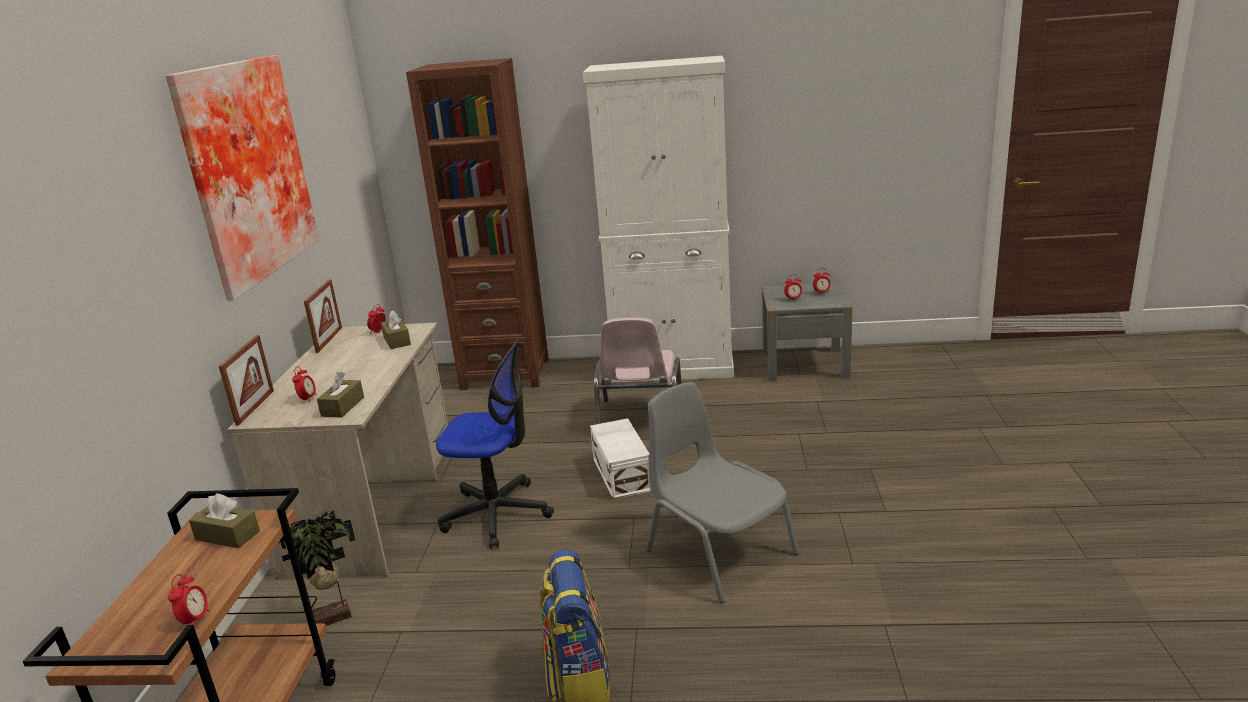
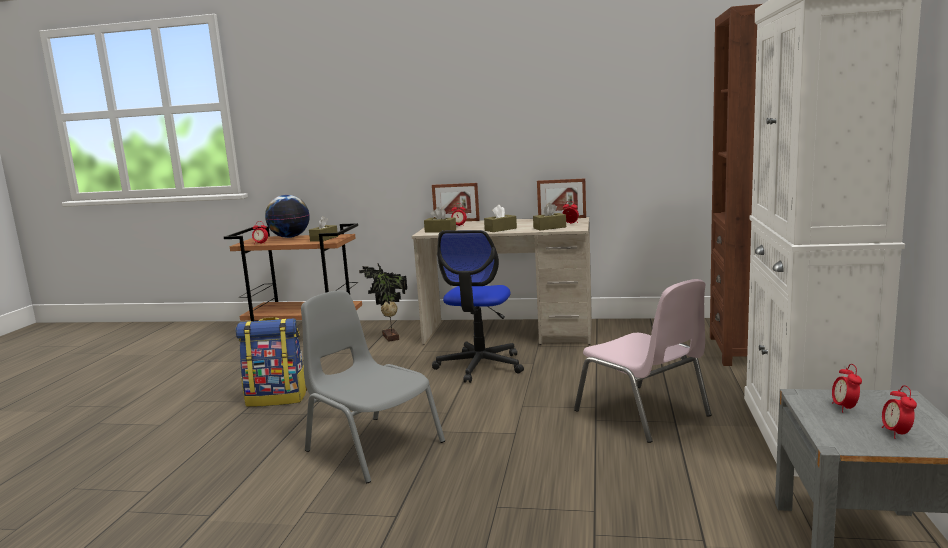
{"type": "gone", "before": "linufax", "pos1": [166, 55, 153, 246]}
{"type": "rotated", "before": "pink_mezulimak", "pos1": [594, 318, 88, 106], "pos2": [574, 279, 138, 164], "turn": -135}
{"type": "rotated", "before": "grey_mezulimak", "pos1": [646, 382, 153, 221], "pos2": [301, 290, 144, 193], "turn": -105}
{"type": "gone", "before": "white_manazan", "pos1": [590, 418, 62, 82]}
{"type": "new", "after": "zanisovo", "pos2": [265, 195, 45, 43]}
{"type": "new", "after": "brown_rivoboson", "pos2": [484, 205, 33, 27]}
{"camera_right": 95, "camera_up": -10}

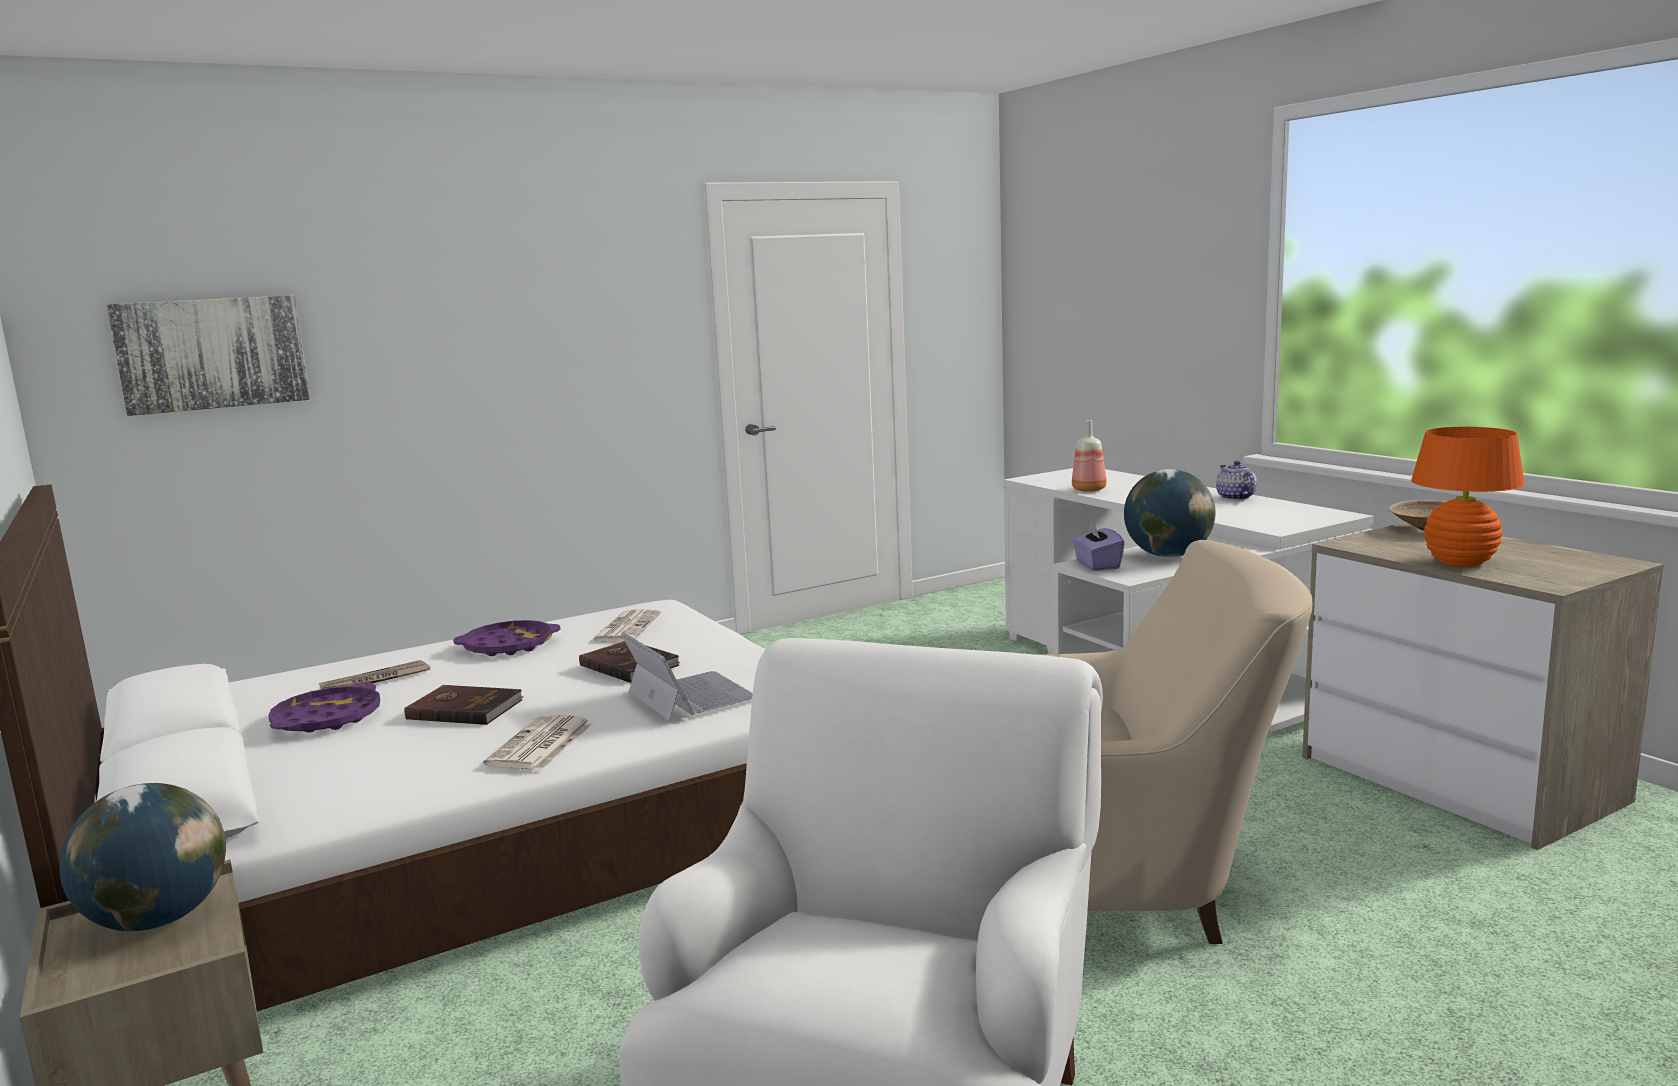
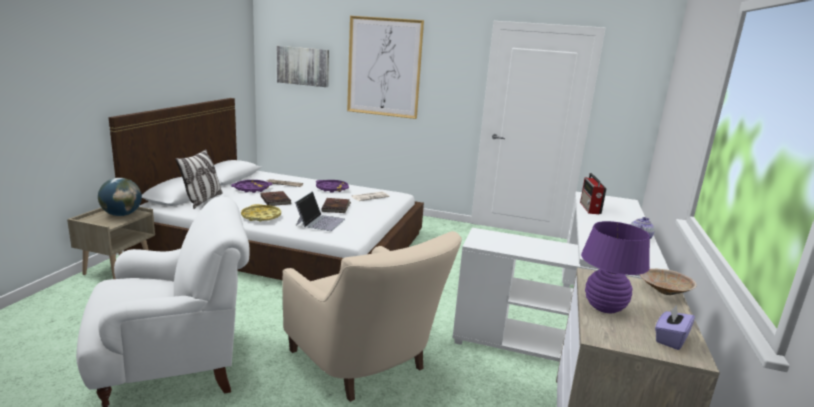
{"type": "swapped", "before": "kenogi", "after": "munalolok", "pos1": [1072, 420, 35, 72], "pos2": [580, 173, 27, 41]}
{"type": "repainted", "before": "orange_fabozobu", "after": "purple_fabozobu", "pos1": [1411, 427, 114, 140], "pos2": [581, 221, 69, 92]}
{"type": "gone", "before": "zanisovo", "pos1": [1124, 469, 91, 88]}
{"type": "shifted", "before": "purple_rivoboson", "pos1": [1072, 520, 53, 51], "pos2": [655, 304, 40, 46]}
{"type": "swapped", "before": "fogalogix", "after": "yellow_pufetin", "pos1": [483, 715, 109, 55], "pos2": [241, 204, 40, 18]}
{"type": "new", "after": "linufax", "pos2": [347, 16, 77, 103]}
{"type": "new", "after": "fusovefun", "pos2": [176, 149, 46, 60]}
{"camera_right": 45, "camera_up": 5}

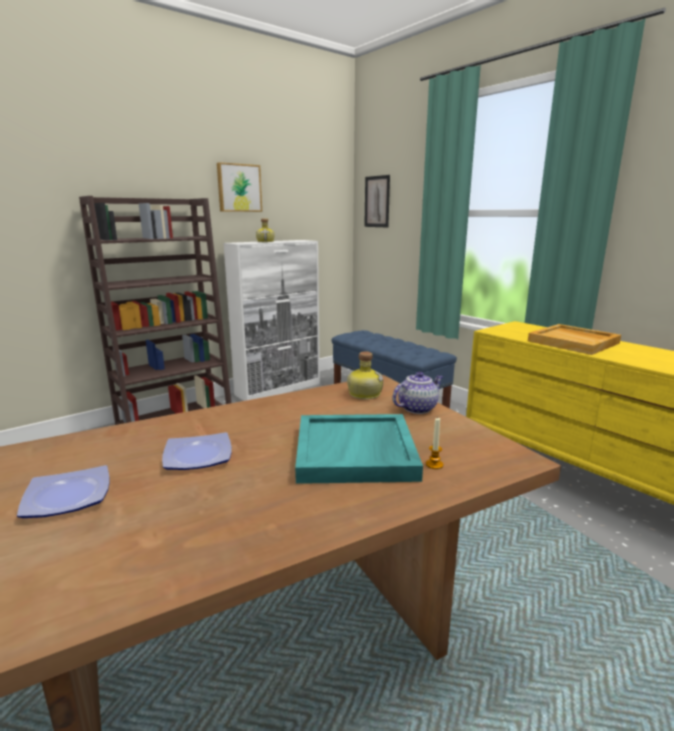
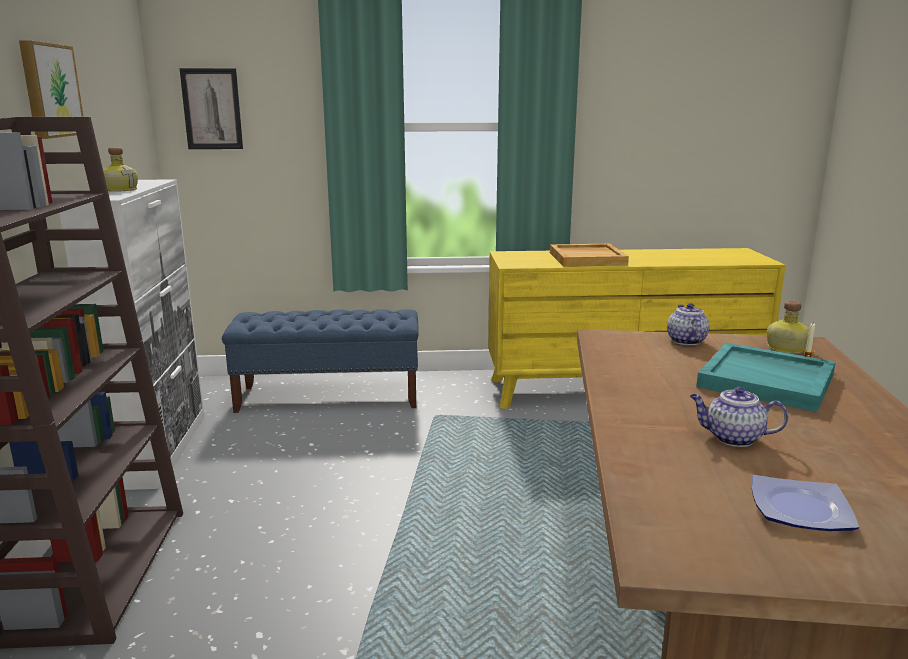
{"type": "shifted", "before": "kenogi", "pos1": [347, 352, 36, 47], "pos2": [767, 301, 42, 53]}
{"type": "swapped", "before": "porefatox", "after": "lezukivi", "pos1": [162, 432, 70, 38], "pos2": [690, 387, 98, 60]}
{"camera_right": -55, "camera_up": 0}

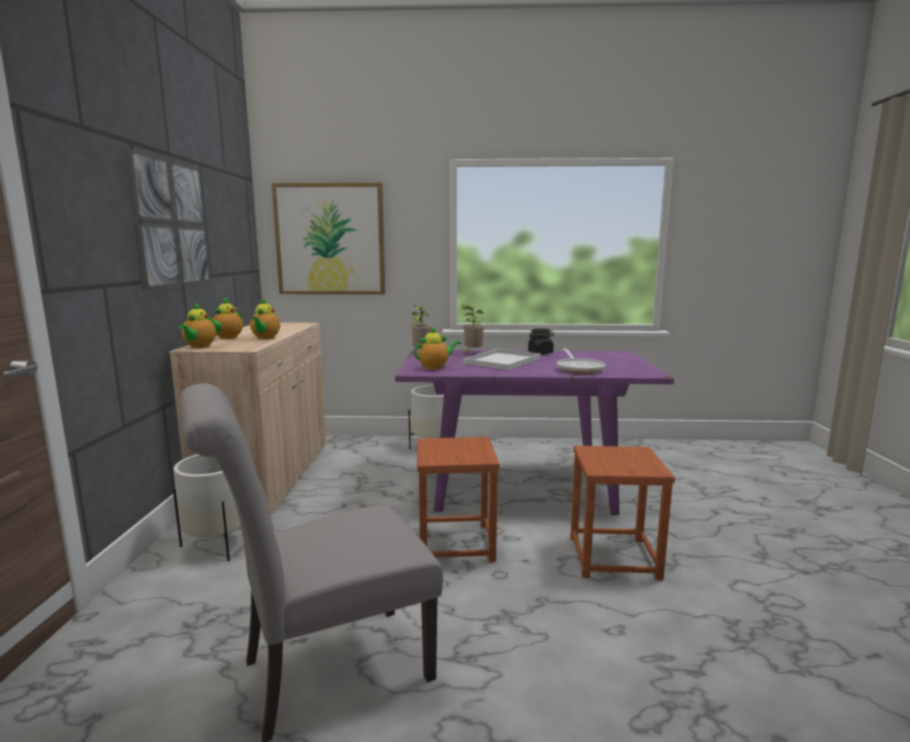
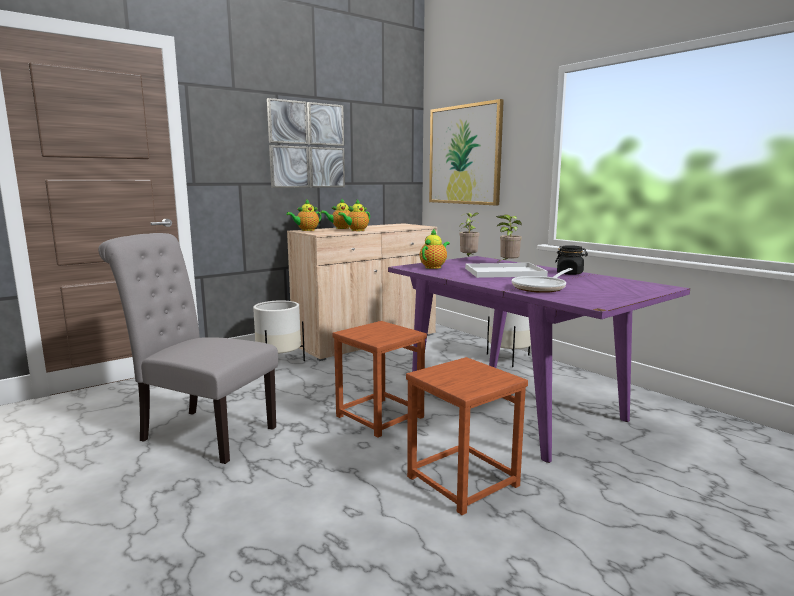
{"type": "rotated", "before": "lezukivi", "pos1": [414, 326, 47, 44], "pos2": [420, 229, 30, 40], "turn": -75}
{"camera_right": 50, "camera_up": 0}

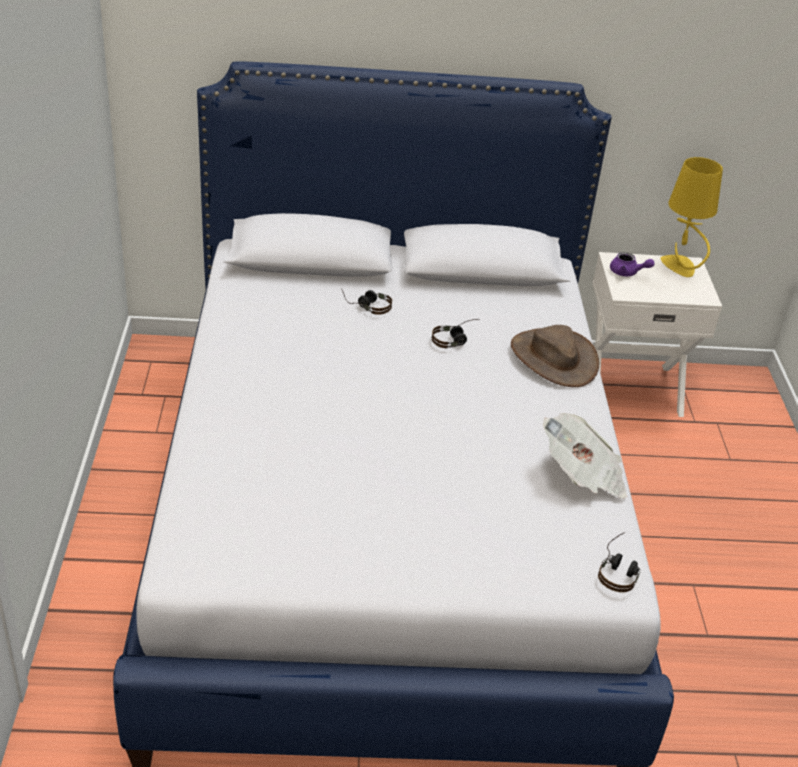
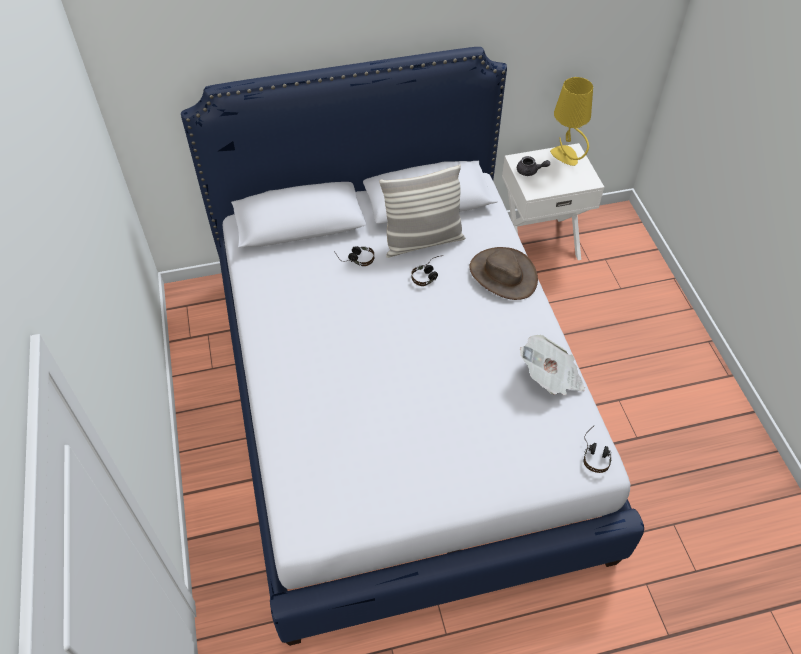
{"type": "repainted", "before": "purple_lezukivi", "after": "grey_lezukivi", "pos1": [610, 252, 45, 24], "pos2": [517, 156, 33, 20]}
{"type": "new", "after": "fusovefun", "pos2": [379, 165, 86, 93]}
{"camera_right": -10, "camera_up": 15}

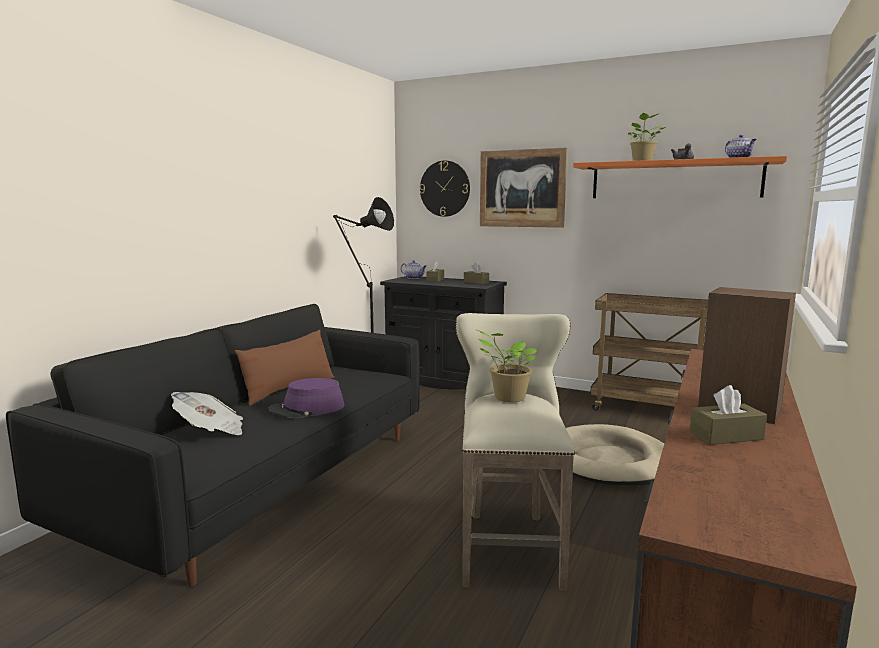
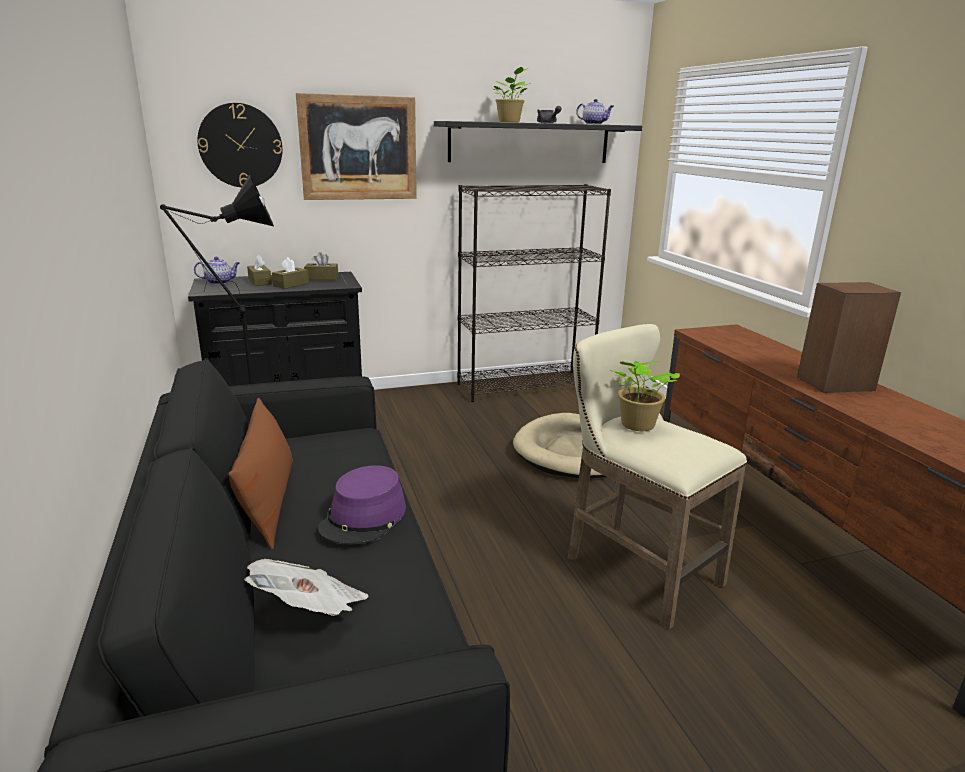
{"type": "repainted", "before": "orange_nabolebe", "after": "black_nabolebe", "pos1": [573, 156, 214, 42], "pos2": [434, 121, 208, 42]}
{"type": "swapped", "before": "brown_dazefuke", "after": "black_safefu", "pos1": [590, 293, 118, 117], "pos2": [457, 184, 154, 218]}
{"type": "shifted", "before": "brown_rivoboson", "pos1": [690, 385, 77, 60], "pos2": [272, 257, 37, 32]}
{"camera_right": -45, "camera_up": 10}

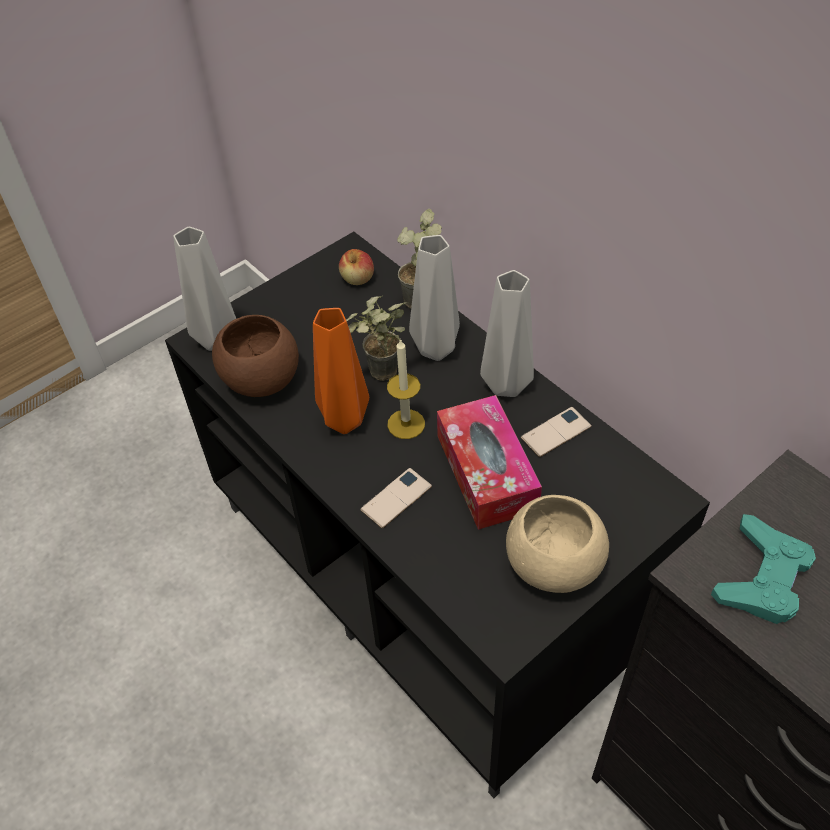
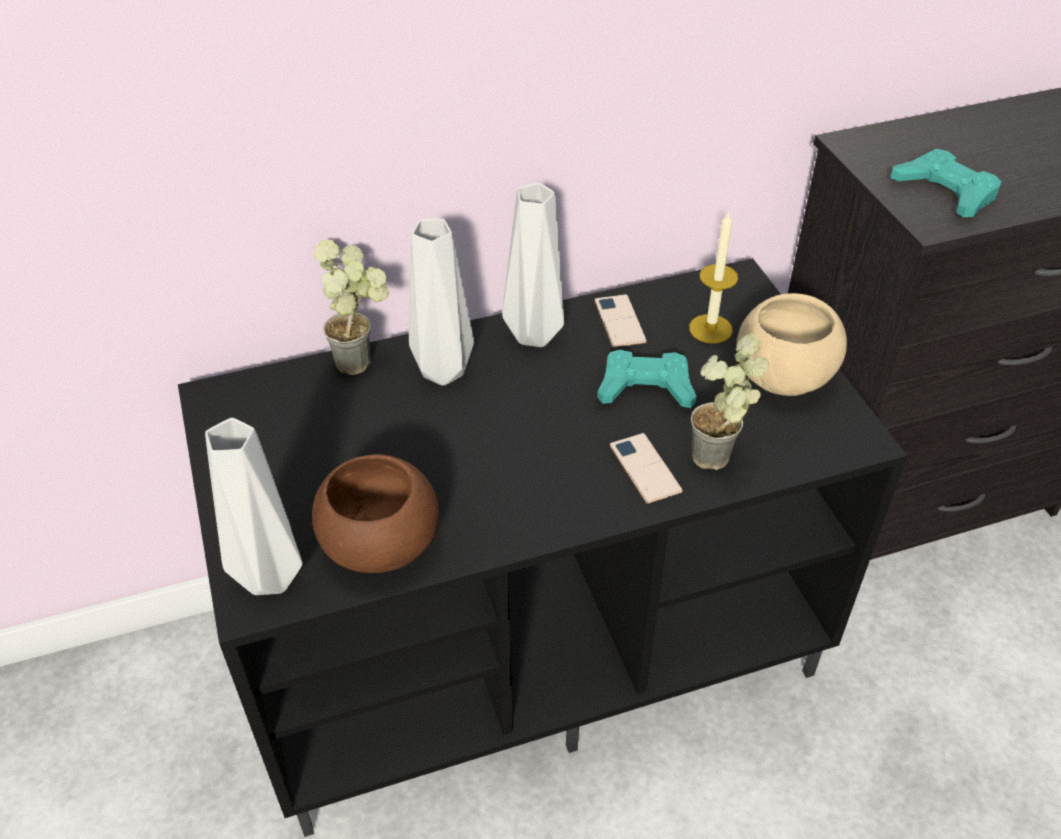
{"type": "gone", "before": "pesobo", "pos1": [339, 249, 35, 36]}
{"type": "shifted", "before": "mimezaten", "pos1": [346, 296, 62, 85], "pos2": [691, 333, 78, 137]}
{"type": "gone", "before": "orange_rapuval", "pos1": [313, 308, 56, 126]}
{"type": "shifted", "before": "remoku", "pos1": [387, 338, 38, 101], "pos2": [689, 211, 49, 133]}
{"type": "swapped", "before": "rivoboson", "after": "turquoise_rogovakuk", "pos1": [437, 395, 105, 135], "pos2": [597, 350, 100, 58]}
{"camera_right": -70, "camera_up": -5}

